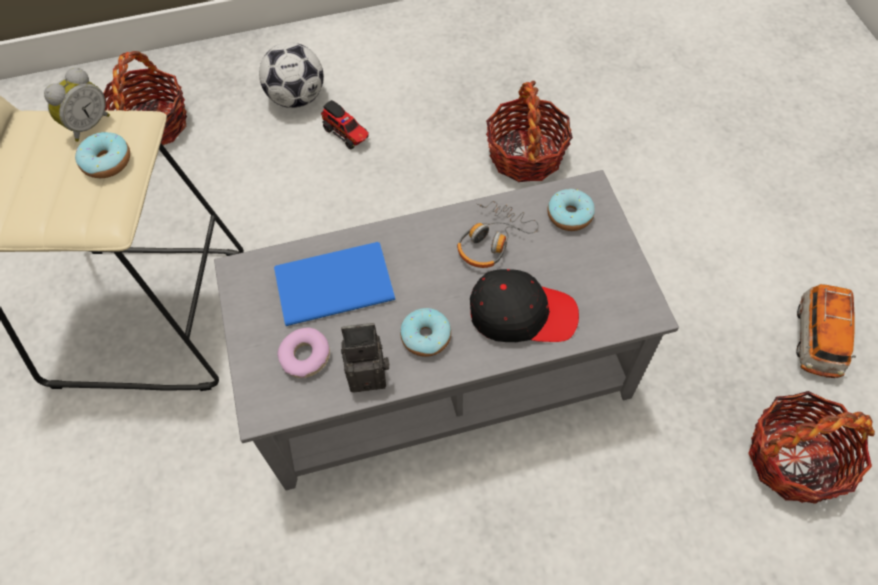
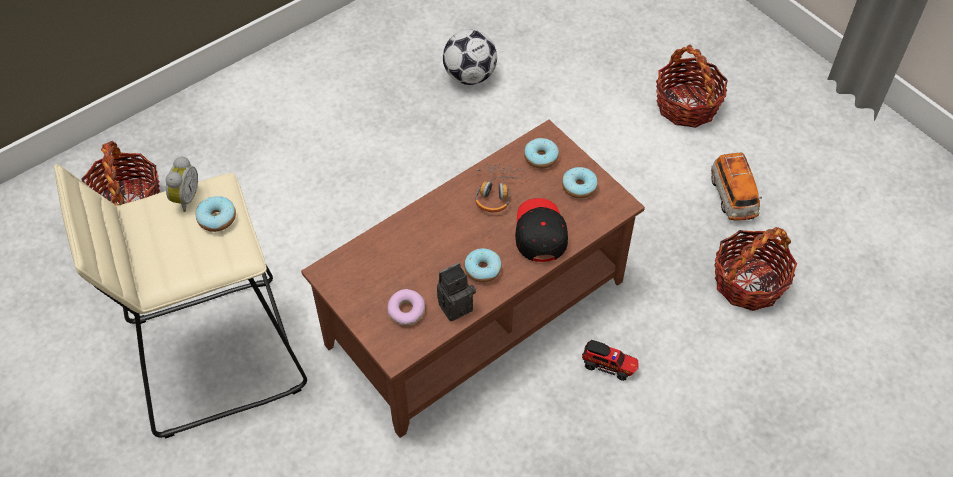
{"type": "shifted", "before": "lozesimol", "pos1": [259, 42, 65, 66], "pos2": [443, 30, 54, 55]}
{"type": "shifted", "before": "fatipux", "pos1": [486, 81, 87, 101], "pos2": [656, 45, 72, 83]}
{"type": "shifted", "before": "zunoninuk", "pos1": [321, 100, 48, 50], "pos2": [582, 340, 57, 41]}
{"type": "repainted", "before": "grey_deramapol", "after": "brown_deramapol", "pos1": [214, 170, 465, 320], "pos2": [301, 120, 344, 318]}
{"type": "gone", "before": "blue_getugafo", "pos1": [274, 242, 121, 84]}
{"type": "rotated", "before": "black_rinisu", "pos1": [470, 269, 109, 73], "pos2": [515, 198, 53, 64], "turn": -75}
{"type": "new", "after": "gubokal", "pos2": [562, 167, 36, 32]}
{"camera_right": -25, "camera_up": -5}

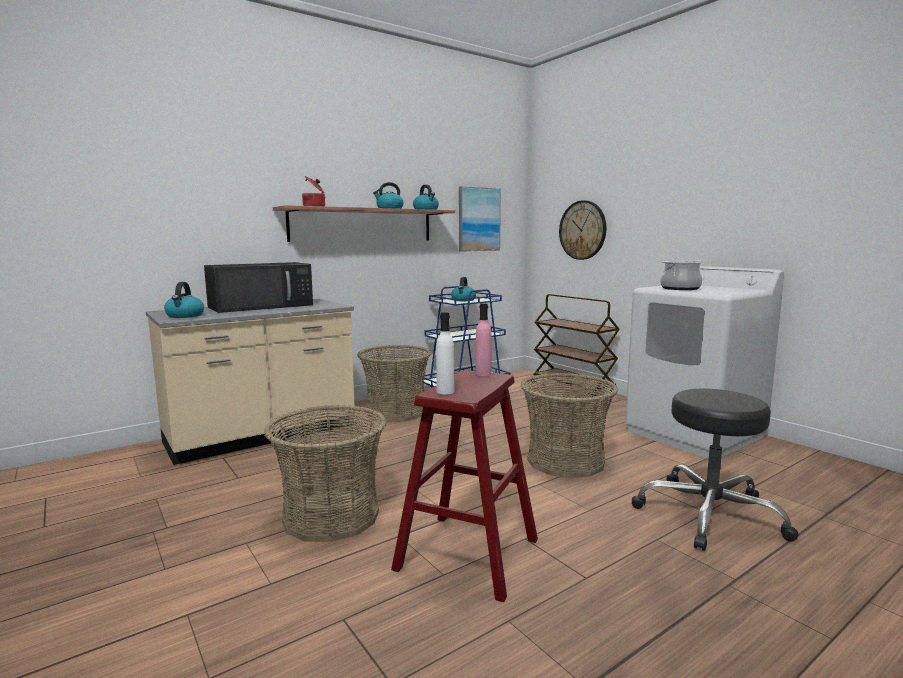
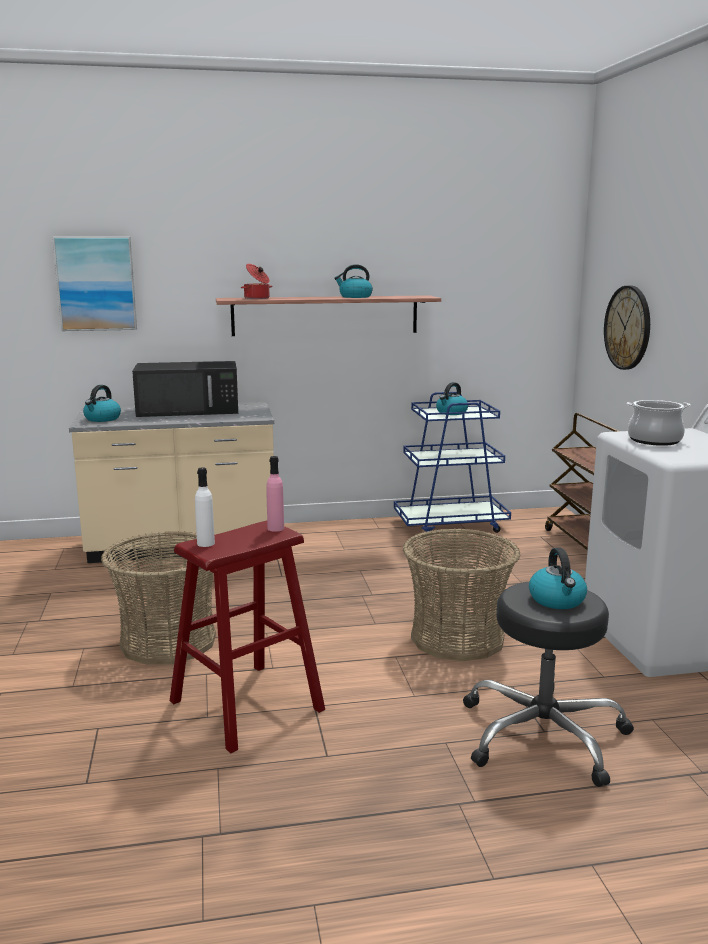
{"type": "shifted", "before": "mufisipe", "pos1": [413, 184, 26, 26], "pos2": [529, 548, 58, 61]}
{"type": "shifted", "before": "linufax", "pos1": [459, 186, 42, 66], "pos2": [52, 236, 85, 95]}
{"type": "gone", "before": "fatipux", "pos1": [357, 345, 75, 77]}
{"camera_right": 25, "camera_up": 5}

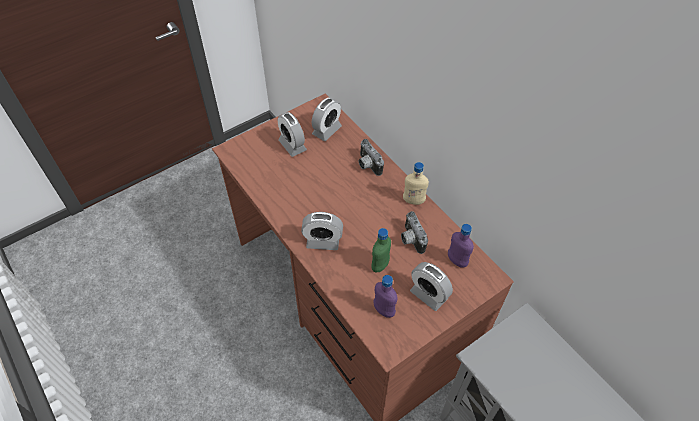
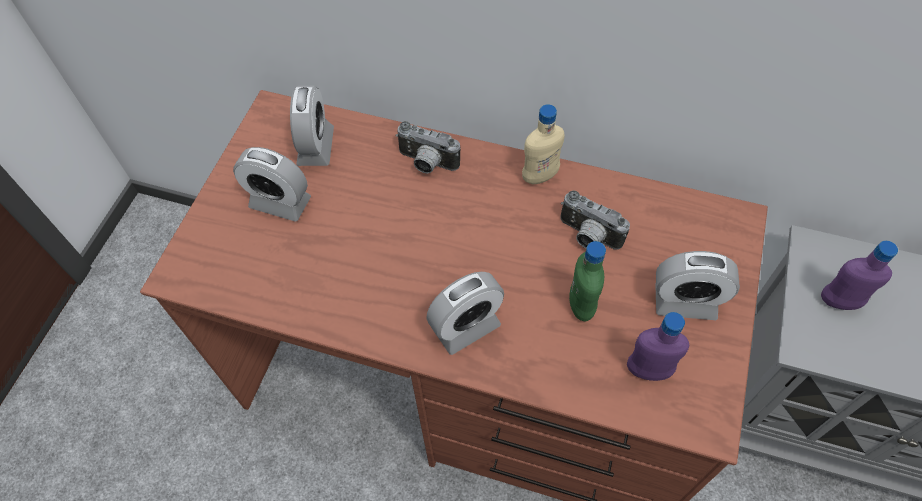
{"type": "shifted", "before": "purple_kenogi", "pos1": [448, 224, 26, 43], "pos2": [821, 241, 77, 69]}
{"camera_right": -35, "camera_up": 5}

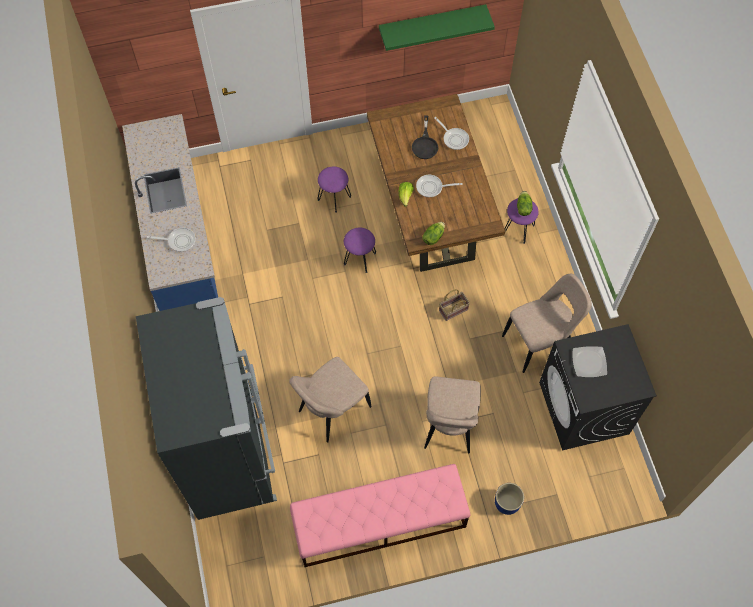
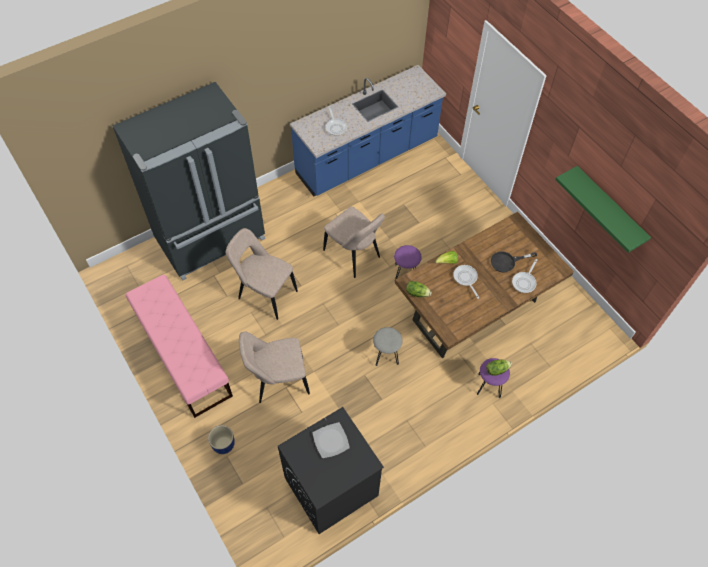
{"type": "gone", "before": "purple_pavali", "pos1": [317, 166, 34, 47]}
{"type": "shifted", "before": "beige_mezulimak", "pos1": [502, 273, 90, 100], "pos2": [323, 207, 62, 71]}
{"type": "swapped", "before": "fatipux", "after": "grey_pavali", "pos1": [439, 289, 31, 32], "pos2": [373, 327, 29, 39]}
{"camera_right": 70, "camera_up": -5}

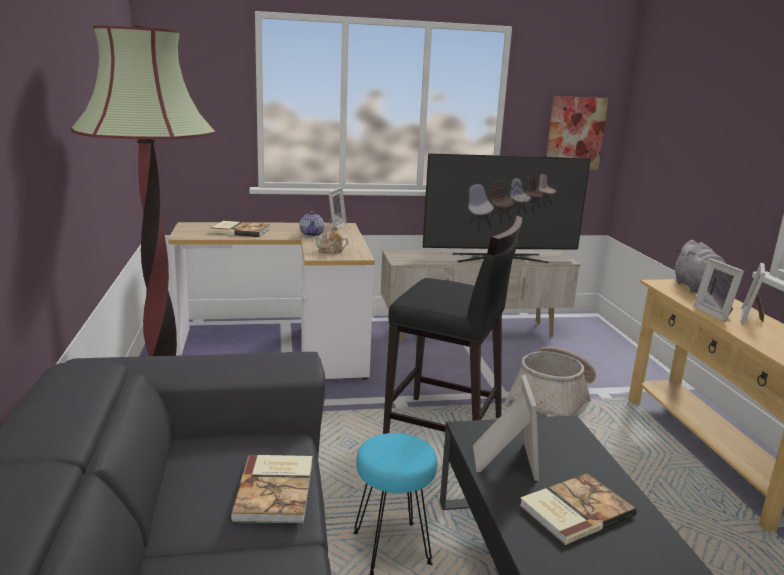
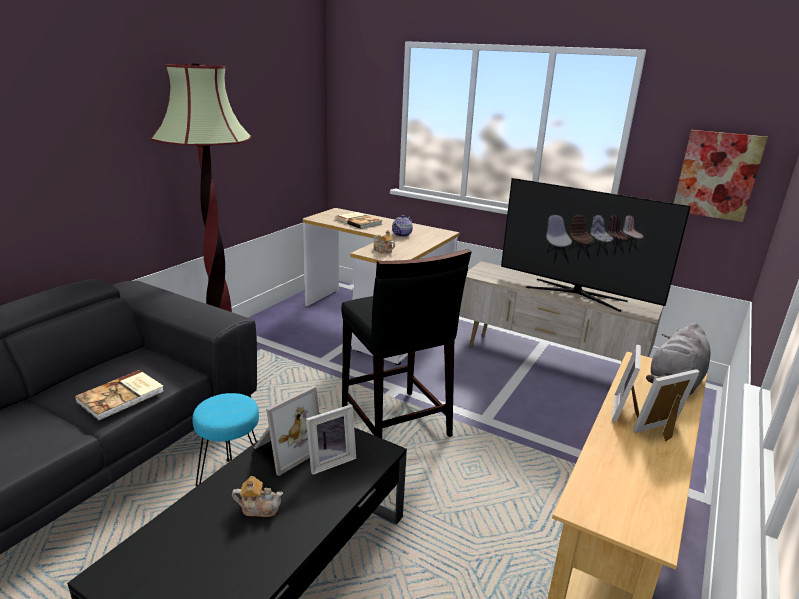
{"type": "shifted", "before": "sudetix", "pos1": [329, 187, 18, 44], "pos2": [306, 404, 50, 71]}
{"type": "gone", "before": "fatipux", "pos1": [503, 347, 93, 69]}
{"type": "swapped", "before": "getugafo", "after": "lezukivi", "pos1": [519, 473, 118, 72], "pos2": [232, 476, 51, 41]}
{"camera_right": 40, "camera_up": 5}

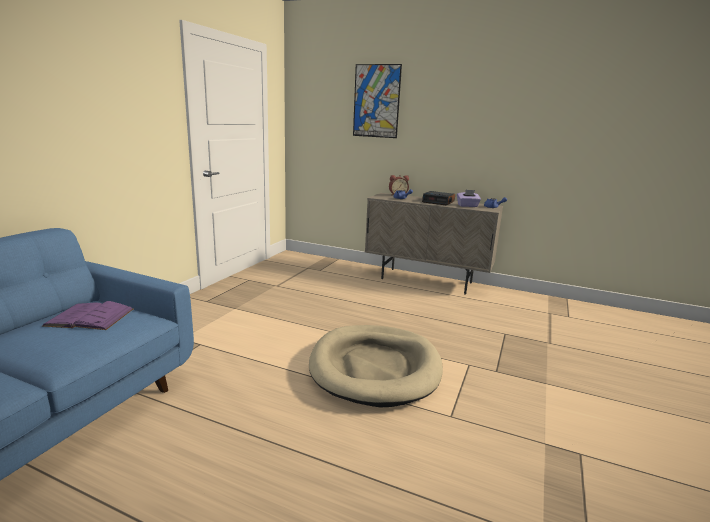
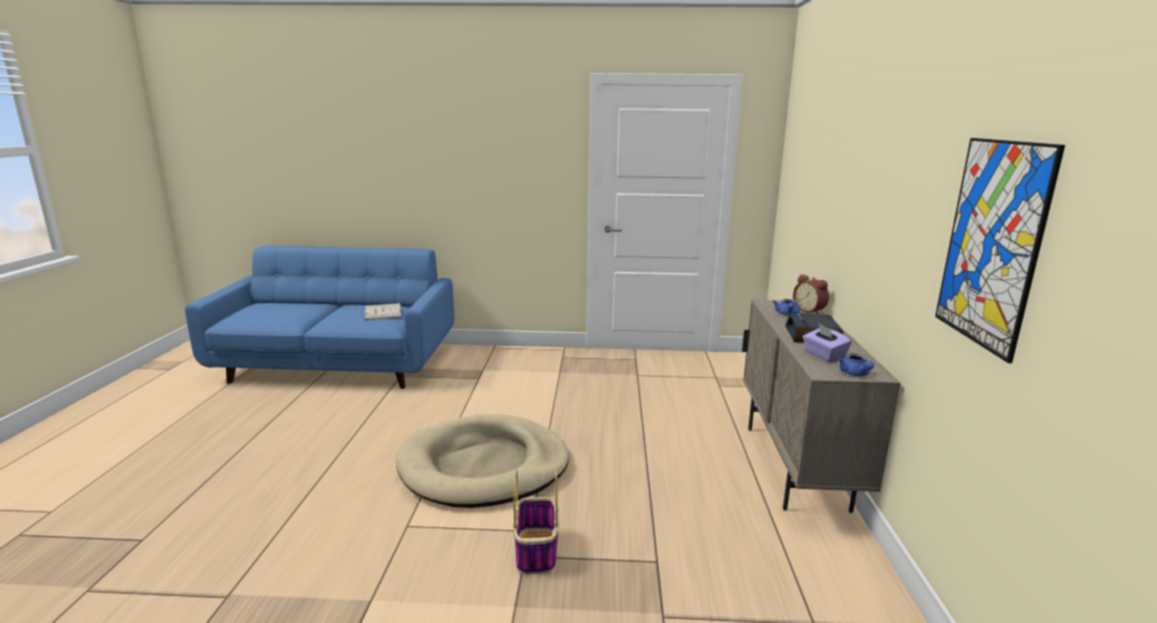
{"type": "shifted", "before": "linufax", "pos1": [353, 64, 49, 74], "pos2": [935, 138, 130, 225]}
{"type": "repainted", "before": "purple_getugafo", "after": "white_getugafo", "pos1": [42, 301, 92, 29], "pos2": [365, 303, 37, 17]}
{"type": "new", "after": "fatipux", "pos2": [513, 469, 46, 106]}
{"camera_right": 70, "camera_up": 0}

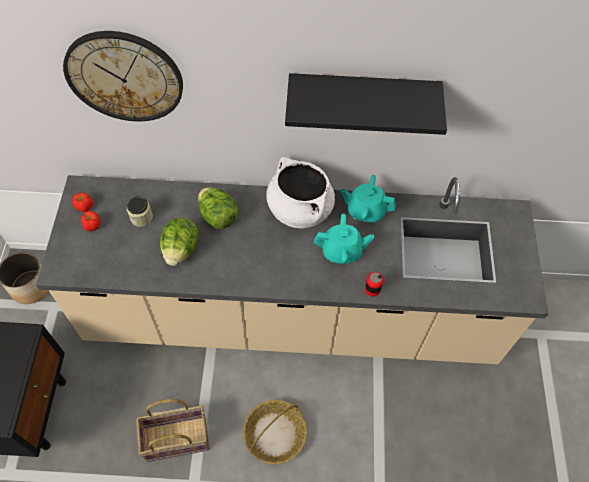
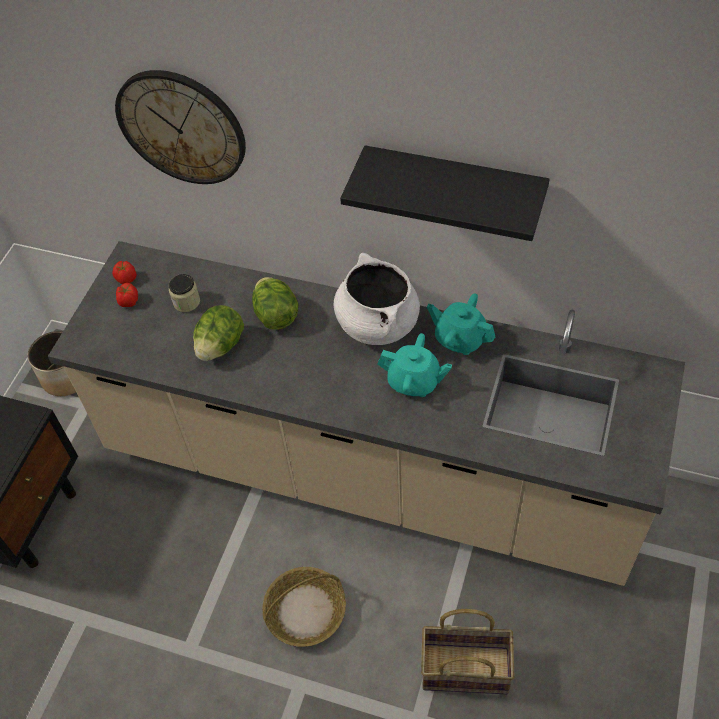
{"type": "gone", "before": "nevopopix", "pos1": [365, 272, 19, 25]}
{"type": "shifted", "before": "fatipux", "pos1": [136, 399, 74, 63], "pos2": [421, 609, 93, 85]}
{"camera_right": 20, "camera_up": -5}

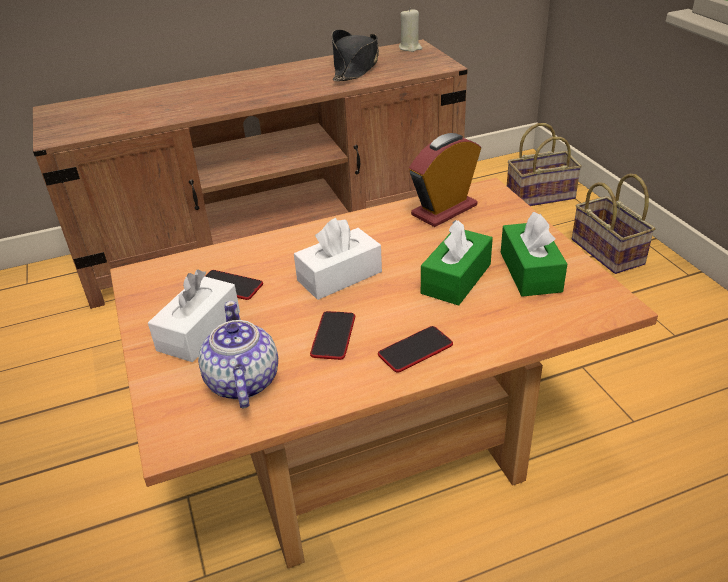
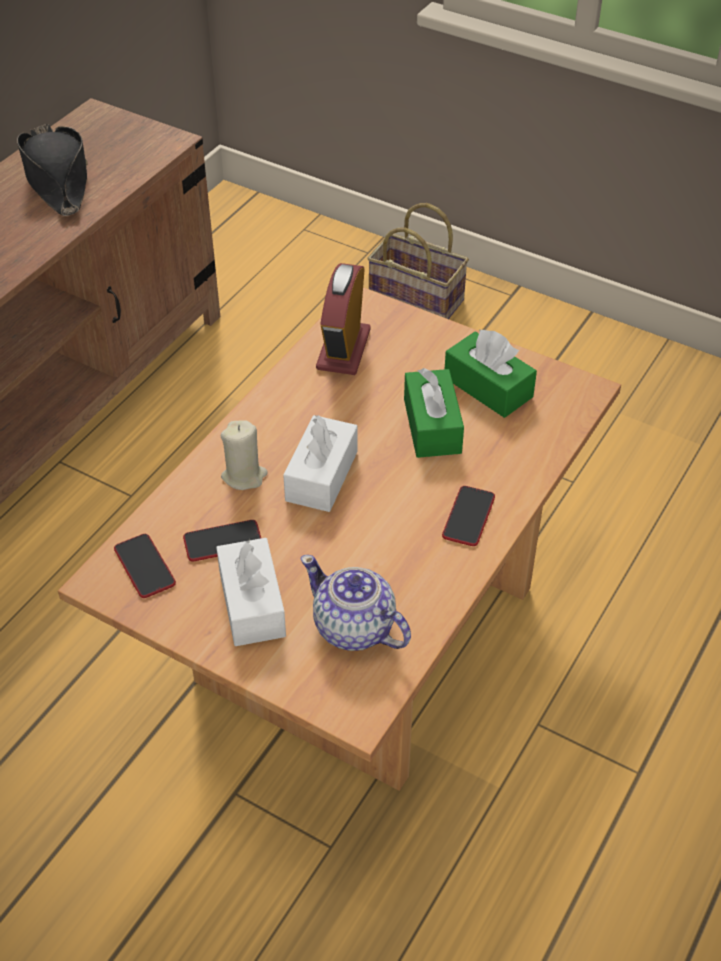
{"type": "shifted", "before": "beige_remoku", "pos1": [399, 8, 23, 44], "pos2": [221, 420, 47, 70]}
{"type": "gone", "before": "fatipux", "pos1": [507, 123, 75, 83]}
{"type": "shifted", "before": "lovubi", "pos1": [310, 311, 45, 49], "pos2": [114, 534, 62, 64]}
{"camera_right": -40, "camera_up": 10}

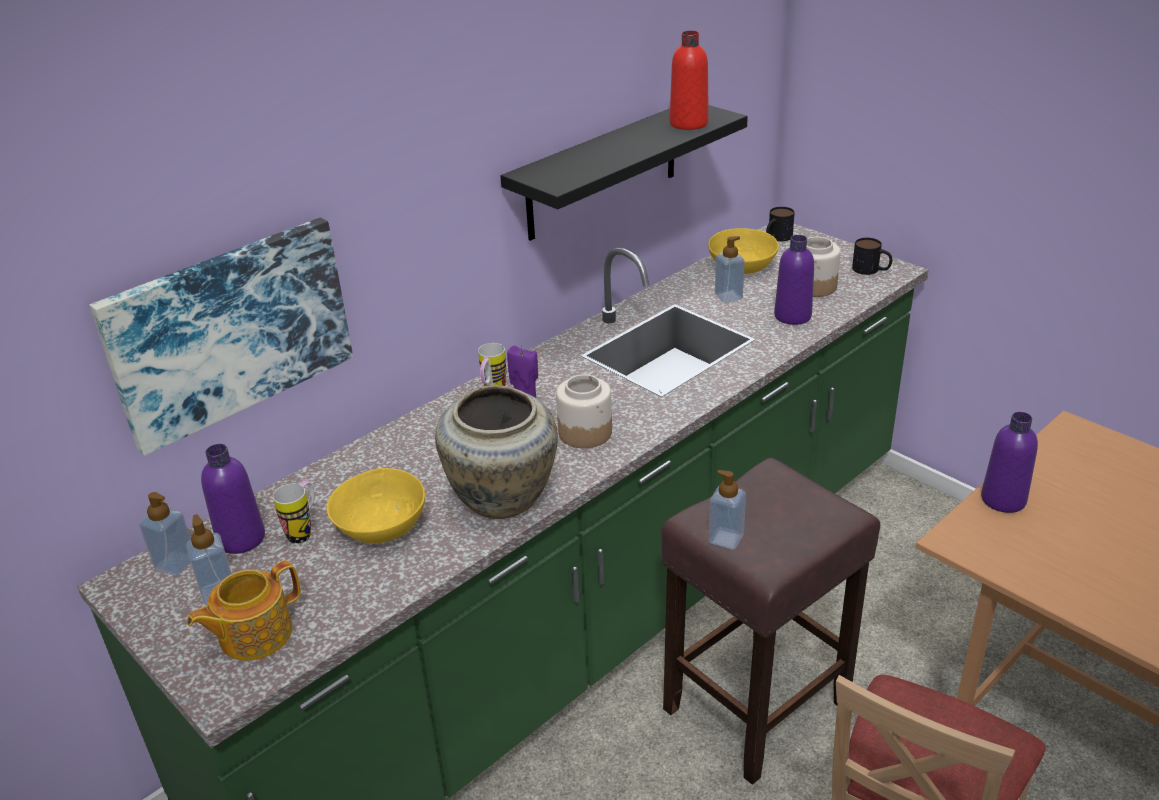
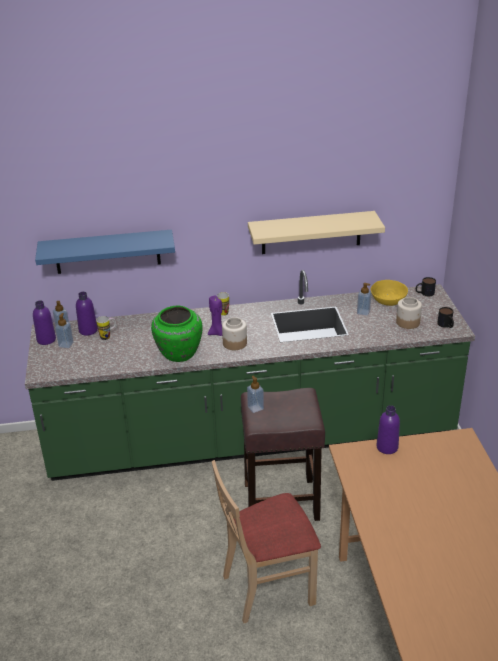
{"type": "gone", "before": "red_kenogi", "pos1": [670, 31, 39, 99]}
{"type": "repainted", "before": "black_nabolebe", "after": "beige_nabolebe", "pos1": [500, 105, 248, 136], "pos2": [248, 211, 137, 43]}
{"type": "swapped", "before": "linufax", "after": "blue_nabolebe", "pos1": [89, 218, 264, 238], "pos2": [35, 230, 140, 44]}
{"type": "shifted", "before": "purple_kenogi", "pos1": [774, 235, 40, 90], "pos2": [33, 301, 23, 44]}
{"type": "repainted", "before": "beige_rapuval", "after": "green_rapuval", "pos1": [435, 385, 123, 134], "pos2": [151, 306, 52, 56]}
{"type": "gone", "before": "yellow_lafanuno", "pos1": [327, 468, 98, 76]}
{"type": "gone", "before": "lezukivi", "pos1": [187, 560, 114, 101]}
{"camera_right": 35, "camera_up": 0}

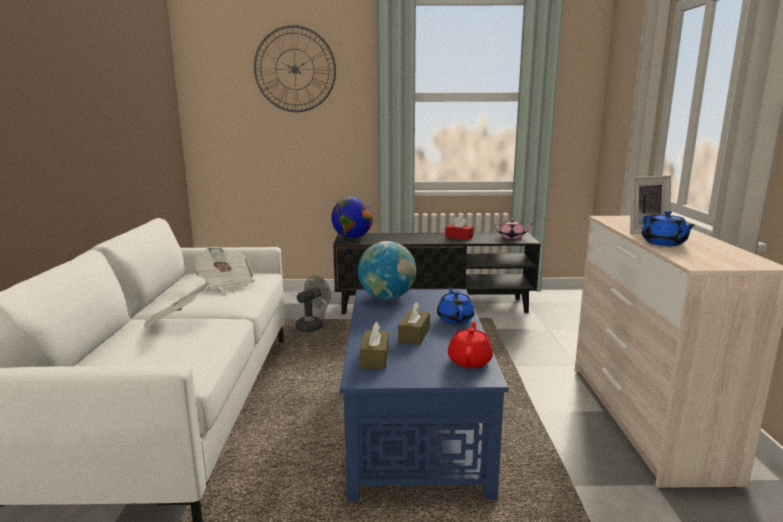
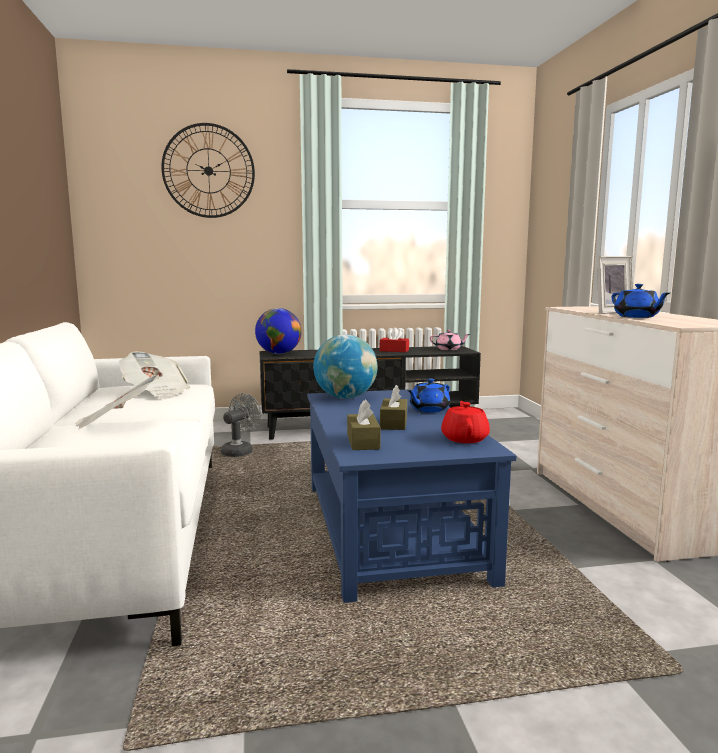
{"type": "rotated", "before": "blue_lezukivi", "pos1": [437, 287, 38, 37], "pos2": [407, 379, 43, 34], "turn": -120}
{"camera_right": -10, "camera_up": -5}

